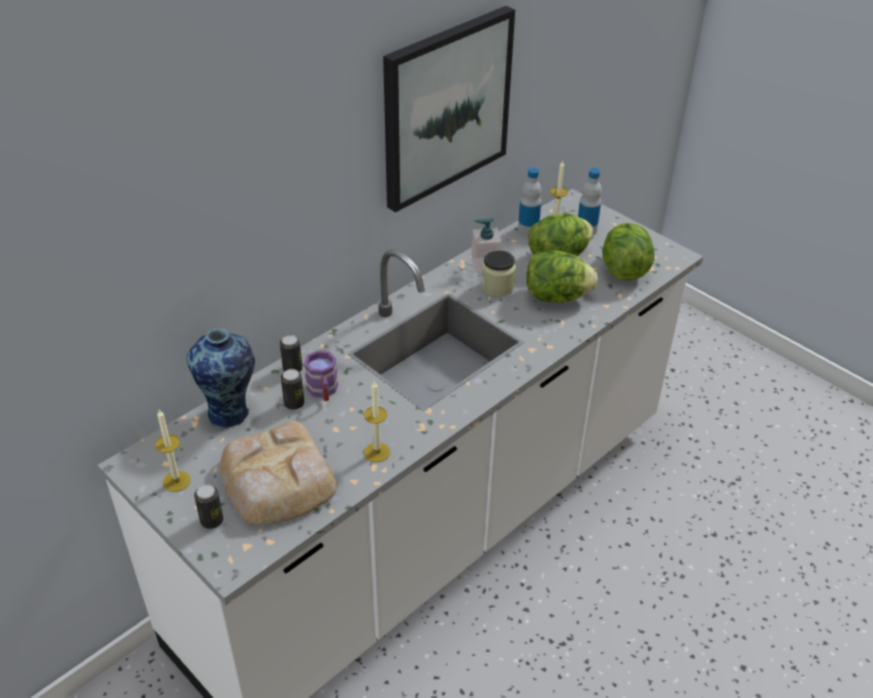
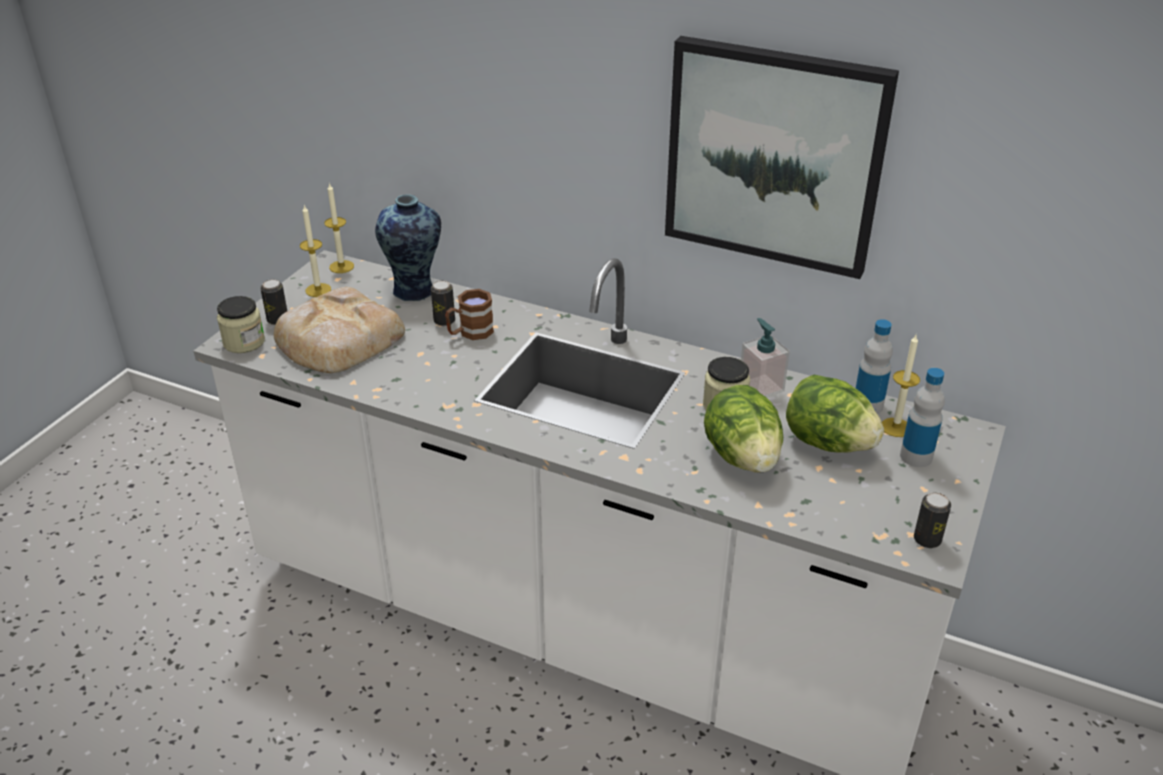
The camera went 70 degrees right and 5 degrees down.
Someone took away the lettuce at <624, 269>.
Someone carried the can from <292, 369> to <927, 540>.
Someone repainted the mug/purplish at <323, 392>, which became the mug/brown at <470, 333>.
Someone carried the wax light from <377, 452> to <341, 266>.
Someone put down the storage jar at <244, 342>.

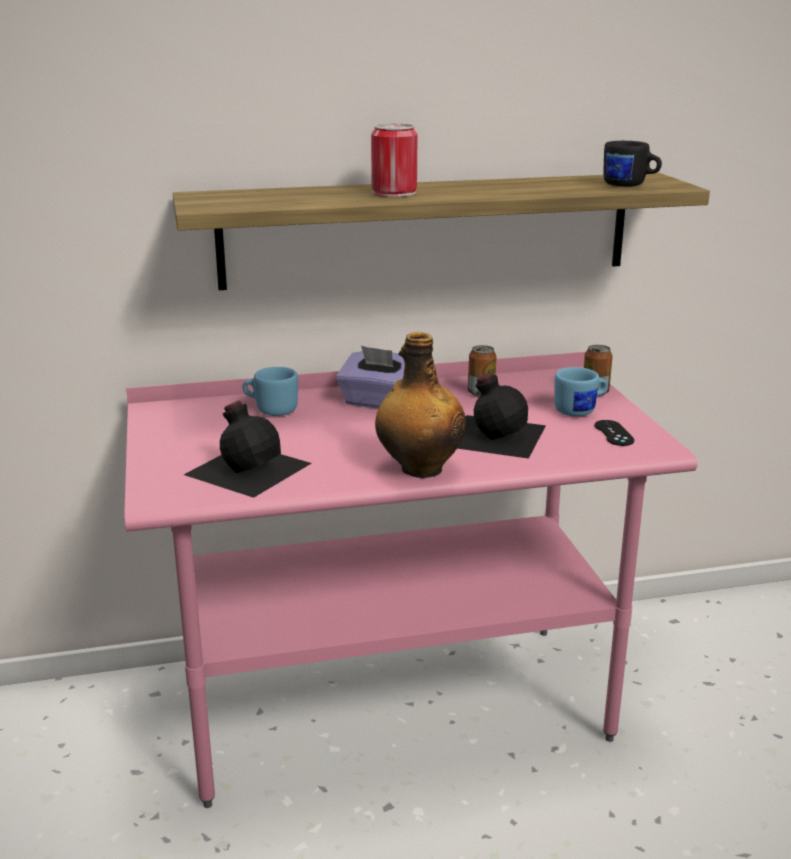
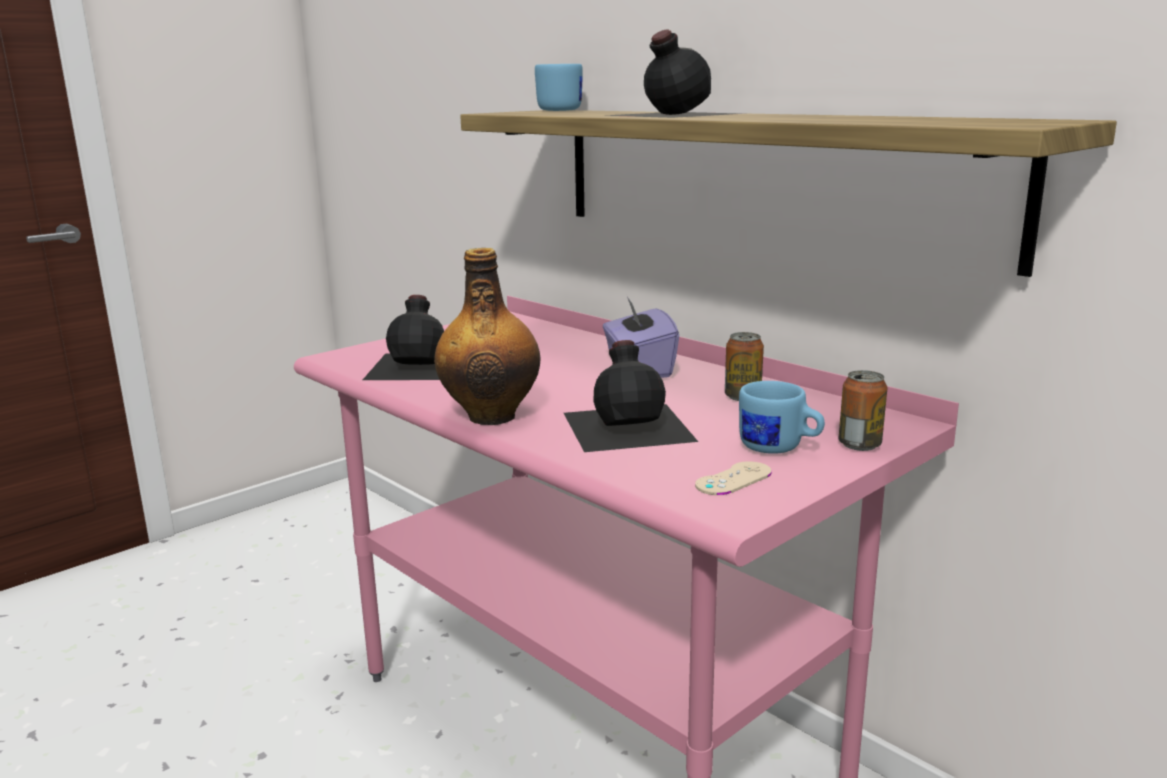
The camera went 60 degrees right and 5 degrees down.
Someone swapped the can at <394, 192> for the drink bottle/black at <670, 114>.
Someone took away the mug/black at <630, 185>.
Someone carried the mug/bluish from <271, 410> to <558, 110>.
Someone repainted the game controller/black at <614, 433>, which became the game controller/beige-coloured at <733, 479>.

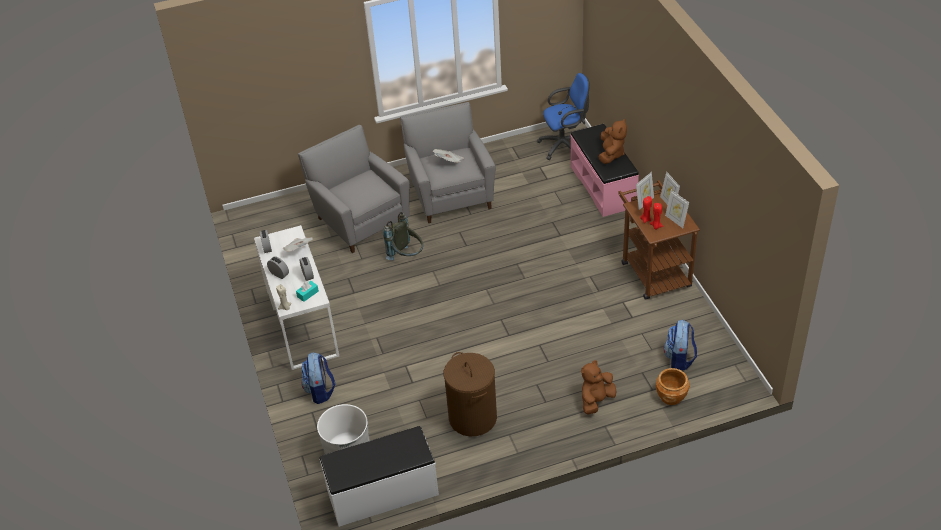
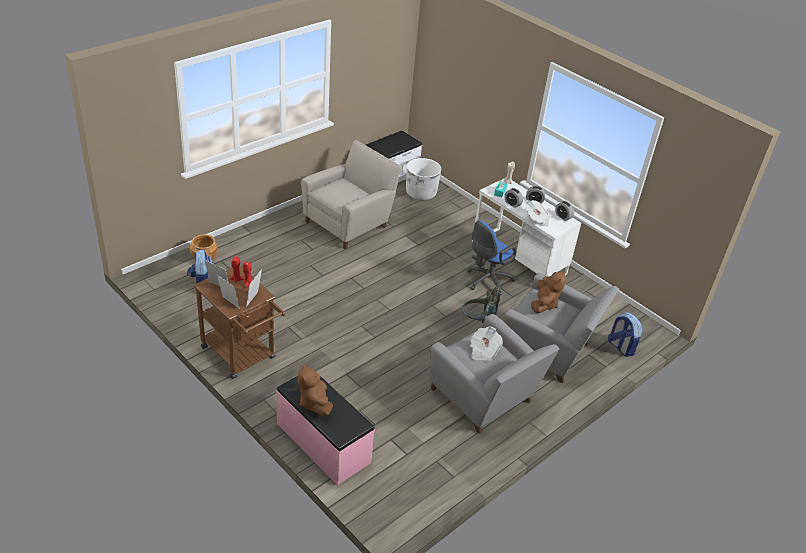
The camera went 150 degrees right and 5 degrees down.
Someone carried the computer chair/bluish from <565, 145> to <487, 281>.
Someone carried the backpack from <320, 391> to <620, 347>.
Someone swapped the washing basket/brown at <472, 417> for the lounge chair/beige-coloured at <349, 222>.
Someone carried the plush toy/brown from <596, 400> to <544, 304>.

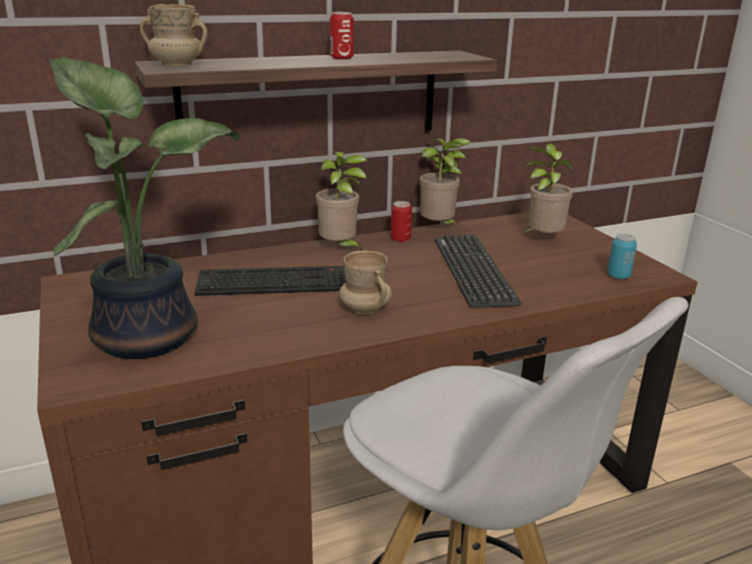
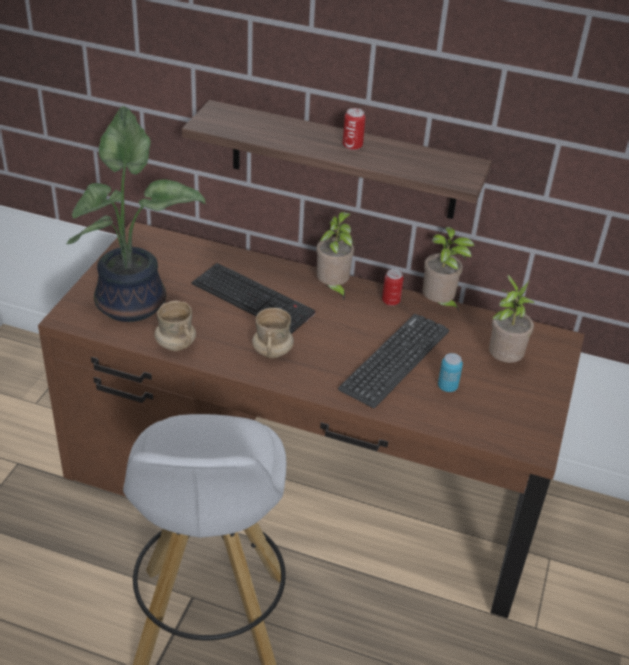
The camera went 40 degrees right and 15 degrees up.
Someone carried the mug/beige-coloured from <176, 65> to <175, 344>.
Someone carried the can from <618, 276> to <447, 387>.

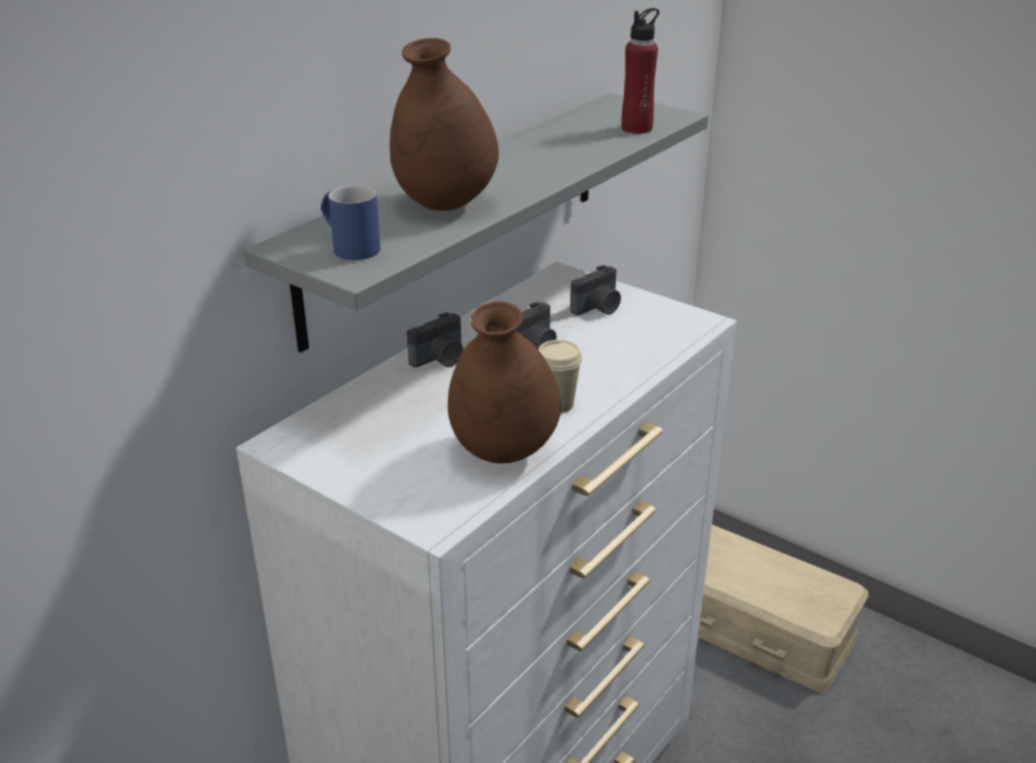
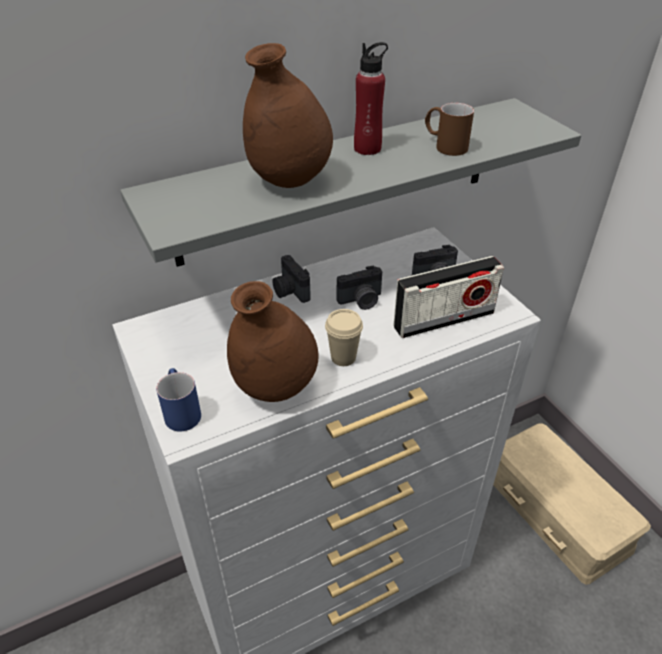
The camera went 25 degrees right and 10 degrees up.
Someone carried the drink bottle/reddish from <637, 128> to <367, 148>.
Someone carried the mug/bluish from <349, 246> to <181, 410>.
Someone rotated the still camera at <440, 359> by 75 degrees clockwise.
Someone put down the mug/brown at <444, 146>.
Someone put down the radio receiver at <443, 320>.

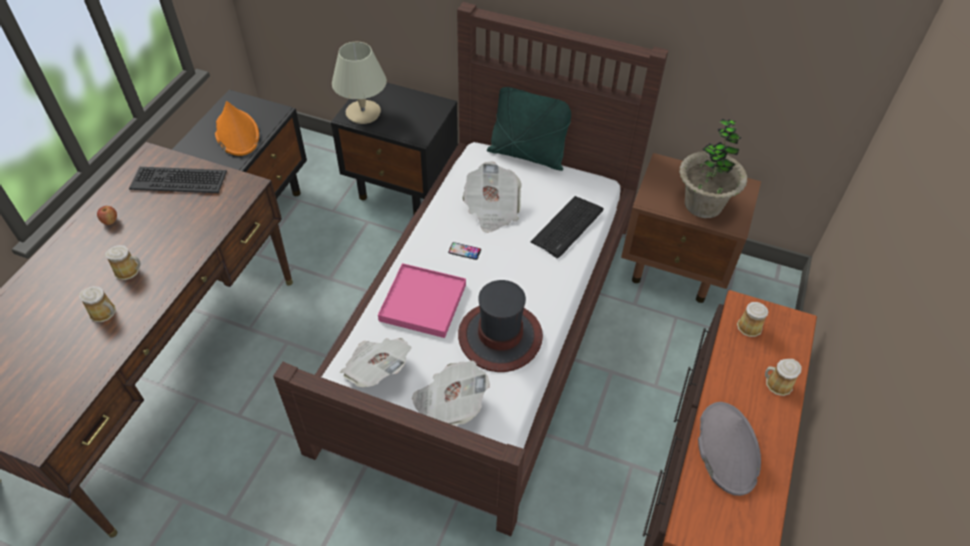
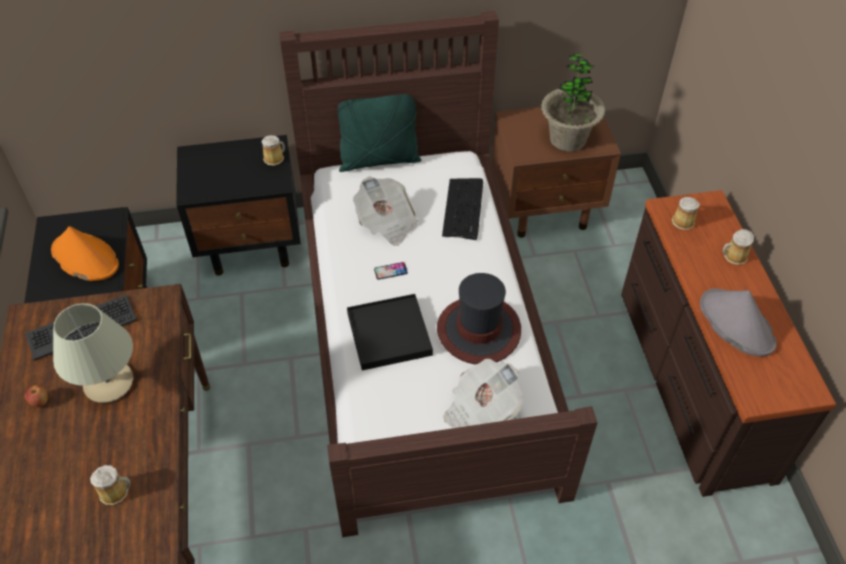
The camera went 30 degrees left and 0 degrees up.
Someone carried the tabletop lamp/beige-coloured from <363, 113> to <109, 382>.
Someone carried the mug from <129, 271> to <275, 158>.
Someone repainted the carrying tray/pinkish at <423, 302>, which became the carrying tray/black at <389, 334>.
Someone took away the daily paper at <377, 370>.

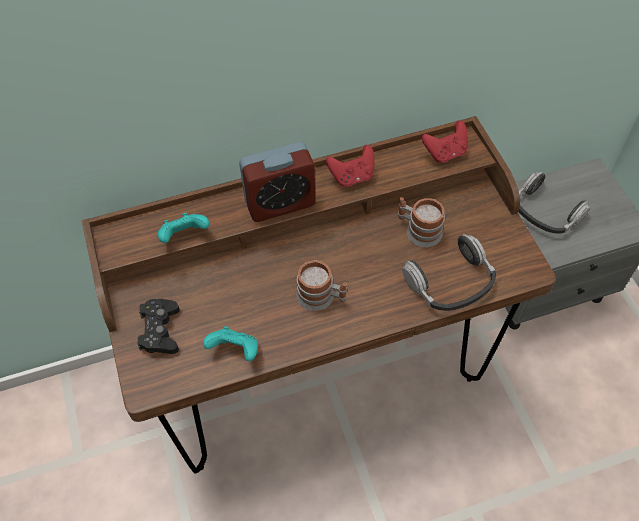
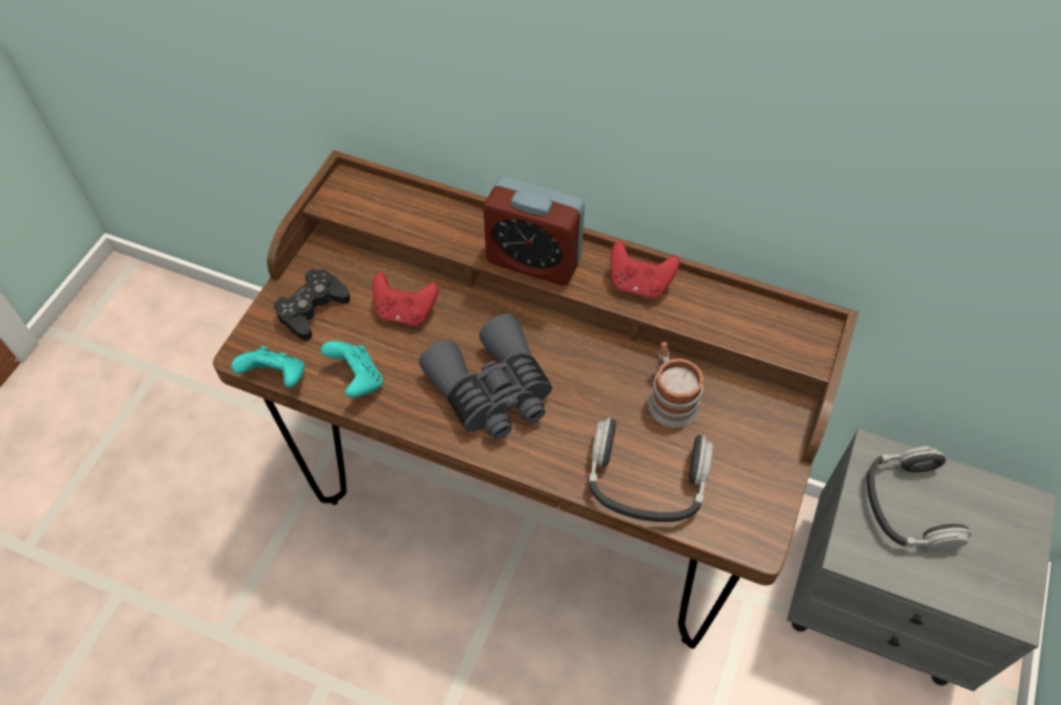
The camera went 40 degrees right and 0 degrees up.
Someone carried the game controller/reddish from <445, 153> to <405, 312>.
Someone carried the game controller/turquoise from <184, 236> to <277, 378>.
Someone swapped the mug at <321, 297> for the pair of binoculars/greyish at <492, 391>.

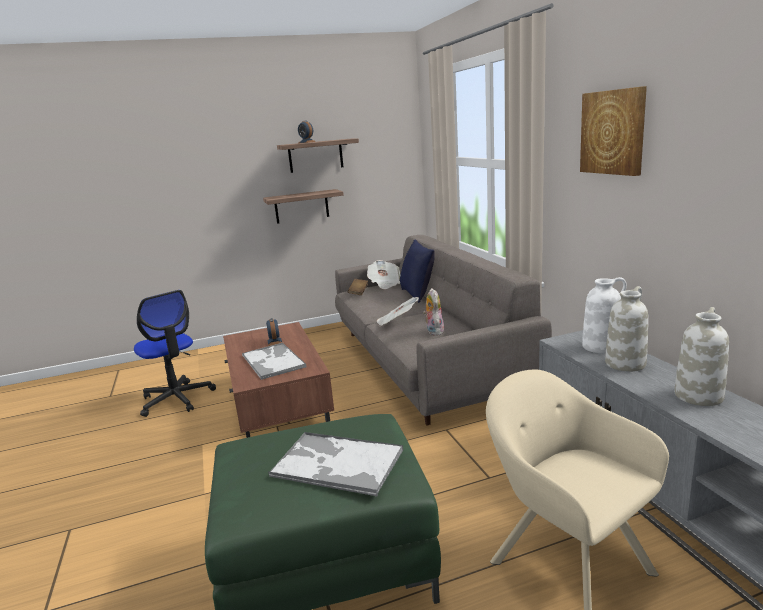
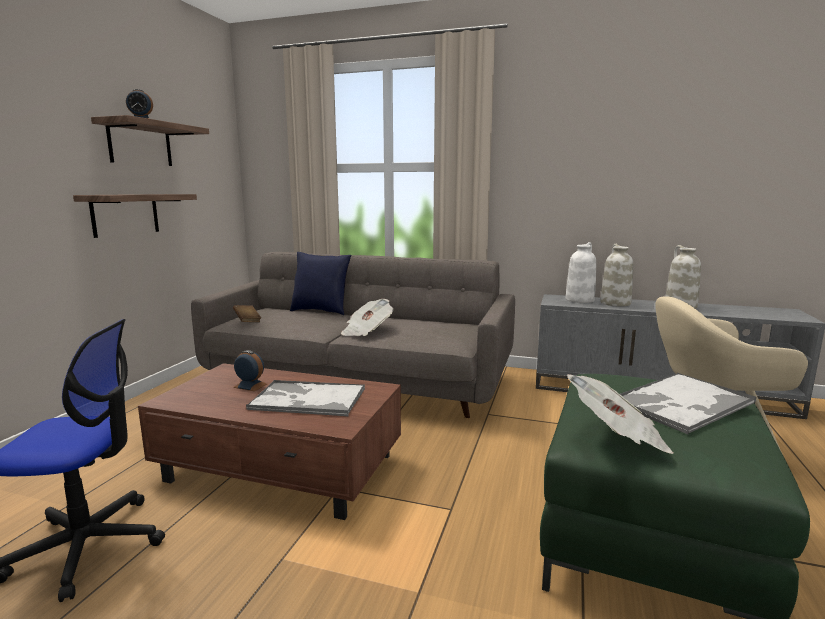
The camera went 55 degrees left and 5 degrees down.
Someone took away the wall picture at <613, 132>.
Someone carried the daily paper from <384, 284> to <617, 437>.
Someone took away the plush toy at <433, 331>.

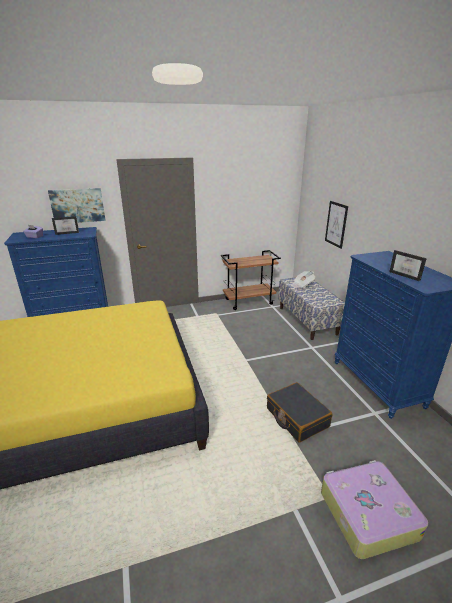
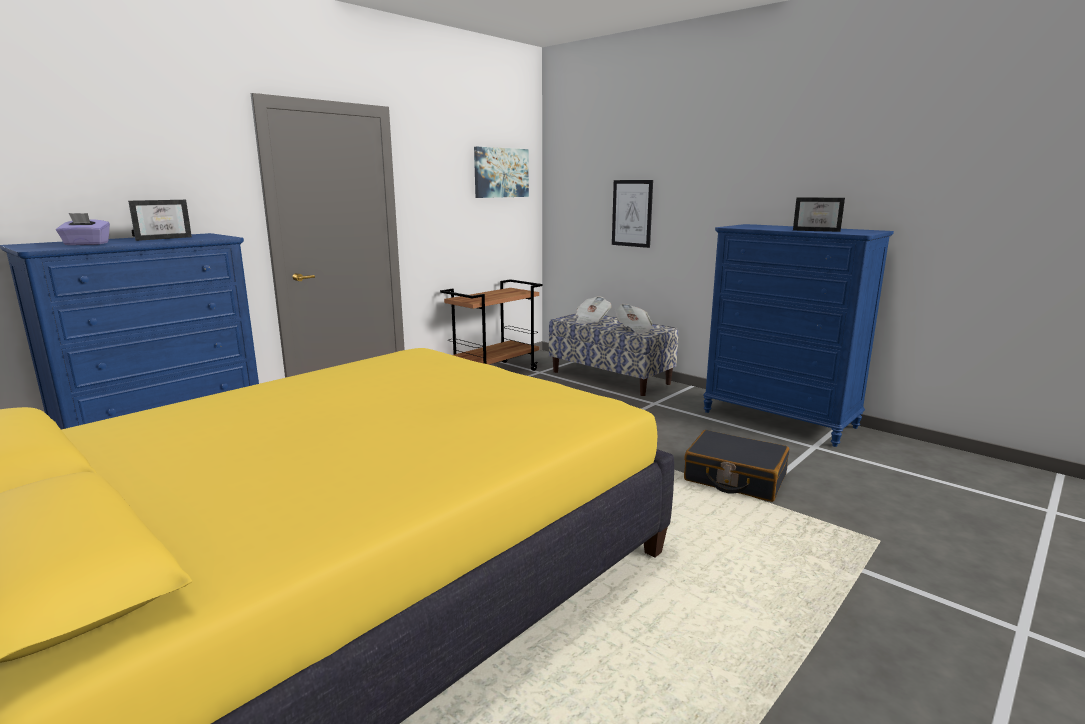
The camera went 30 degrees left and 10 degrees down.
Someone carried the wall picture from <78, 205> to <501, 172>.
Someone took away the travel case at <366, 513>.
Someone put down the daily paper at <633, 329>.

